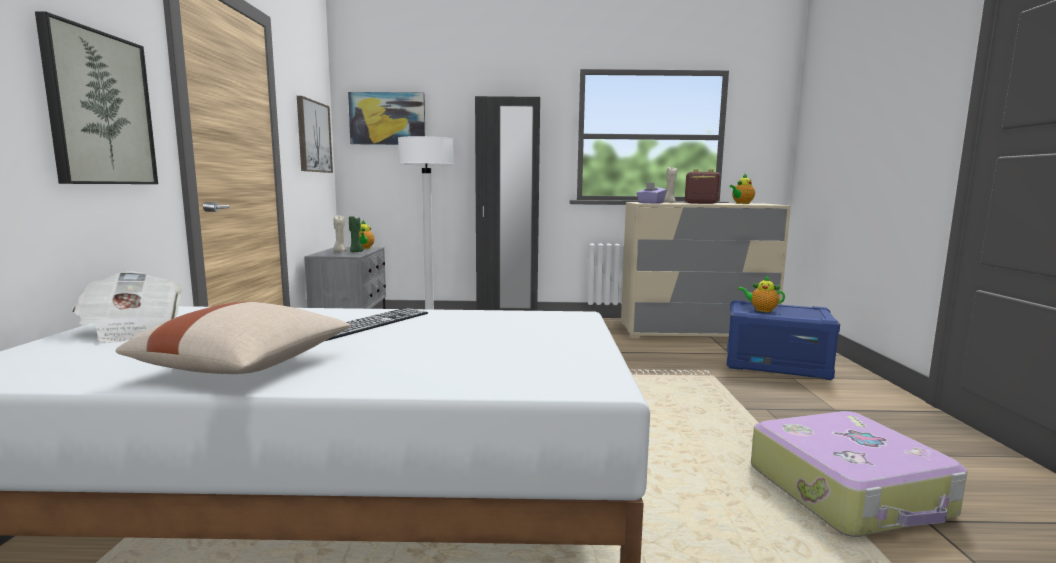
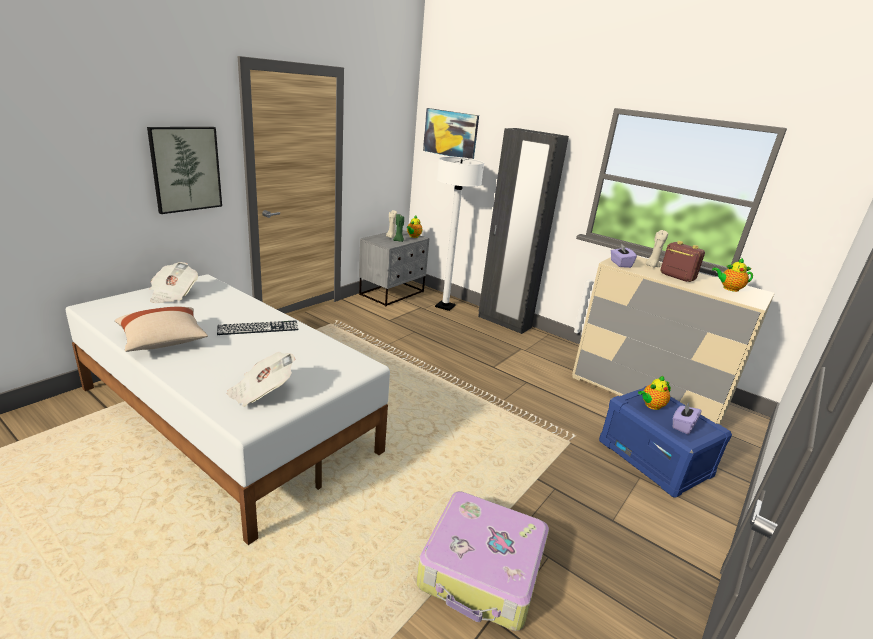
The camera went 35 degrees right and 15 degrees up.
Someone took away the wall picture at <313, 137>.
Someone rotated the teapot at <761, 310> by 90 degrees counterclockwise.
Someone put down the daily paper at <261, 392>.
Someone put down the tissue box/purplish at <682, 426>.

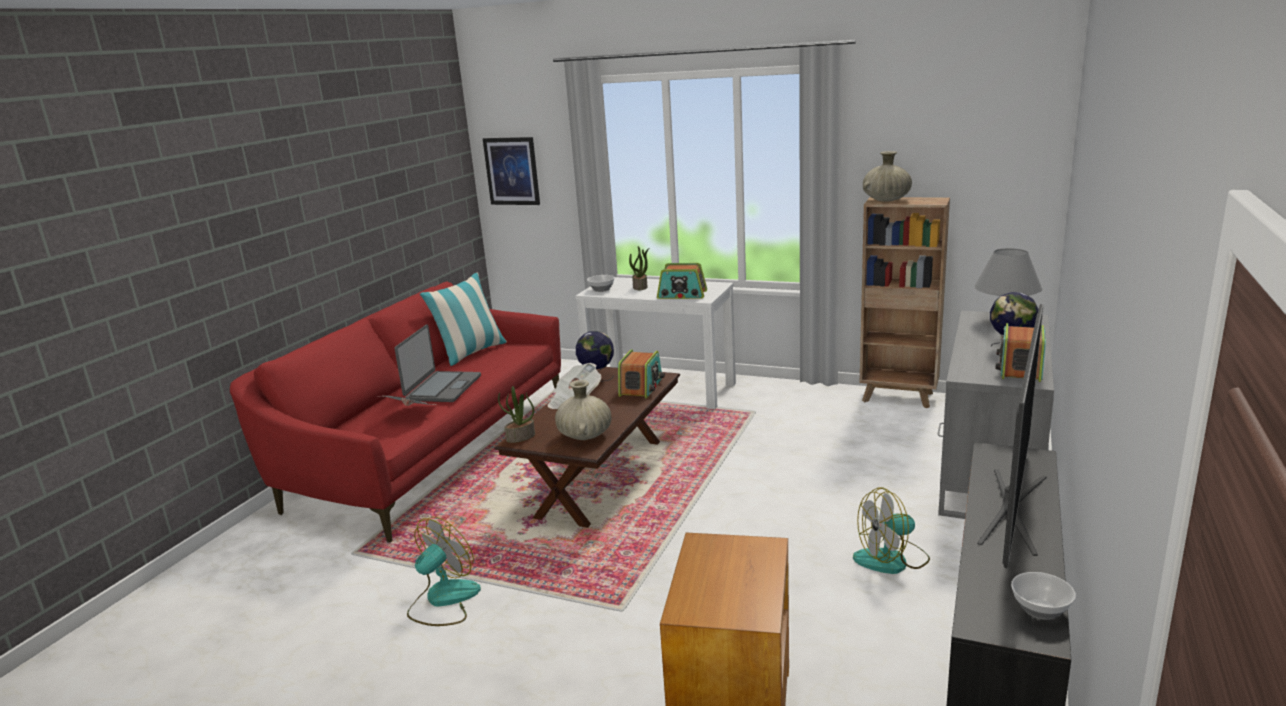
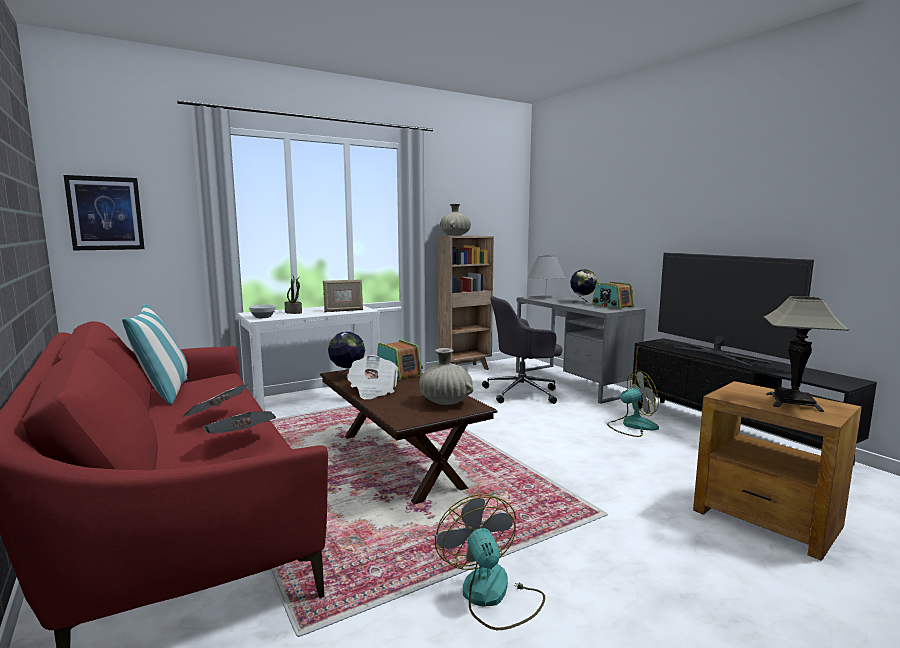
The camera went 55 degrees left and 10 degrees down.
Someone swapped the radio receiver at <682, 295> for the standing frame at <343, 311>.
Someone swapped the laptop at <442, 388> for the daily paper at <216, 417>.
Someone took away the potted plant at <520, 437>.
Someone rotated the fan at <891, 559> by 120 degrees counterclockwise.
Someone took away the serving bowl at <1041, 609>.
Someone put down the computer chair/greyish at <523, 392>.
Someone put down the tabletop lamp at <793, 402>.

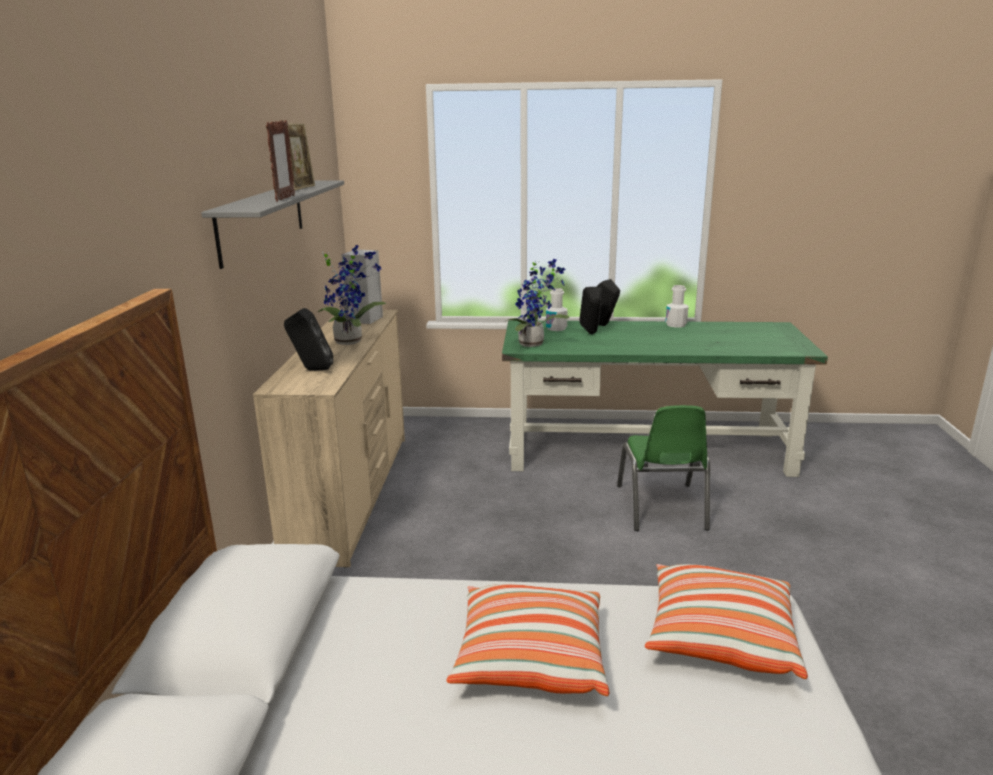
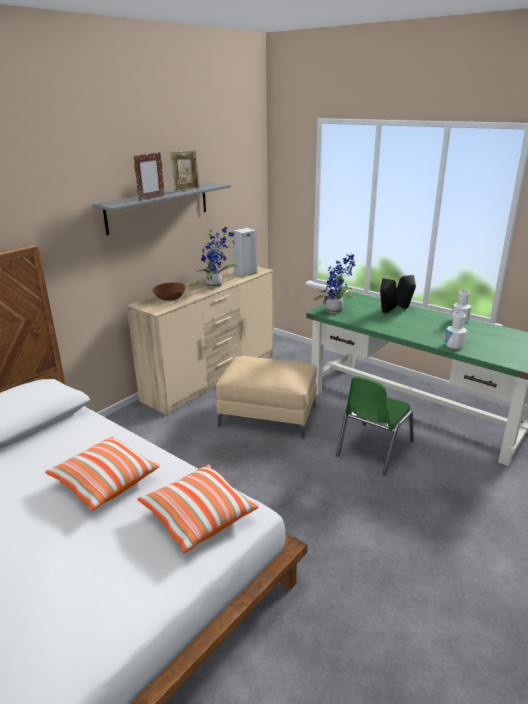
The camera went 35 degrees right and 5 degrees up.
Someone carried the drink bottle/white from <556, 328> to <454, 345>.
Someone swapped the audio speaker/black at <311, 370> for the serving bowl/brown at <170, 298>.
Someone put down the ottoman/beige-coloured at <268, 416>.

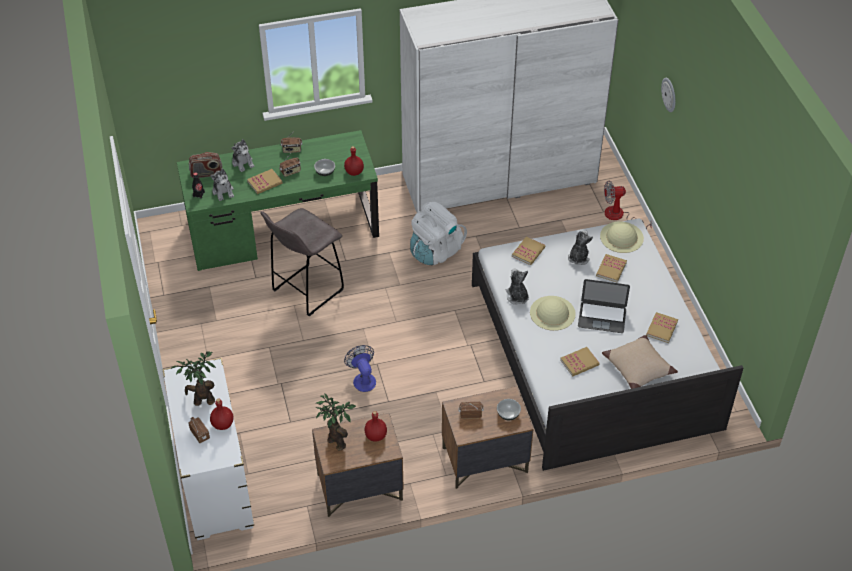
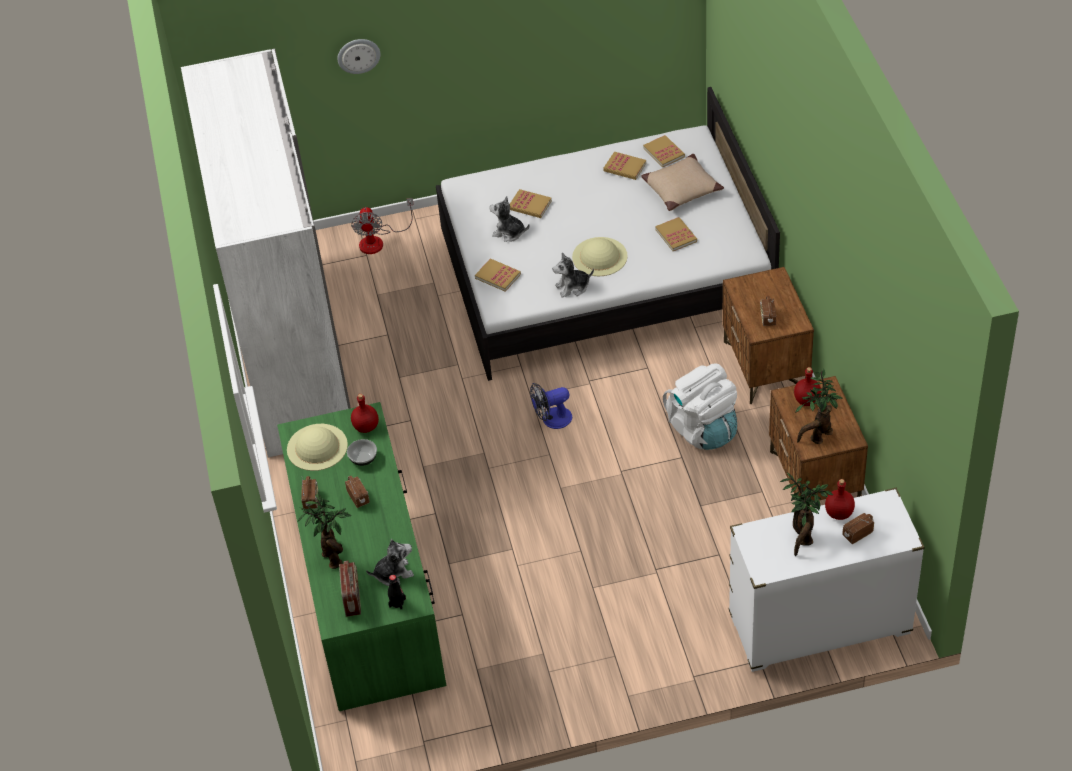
The camera went 85 degrees left and 0 degrees up.
Someone swapped the plush toy at <243, 162> for the potted plant at <332, 556>.
Someone carried the bound book from <265, 182> to <664, 152>.
Someone carried the backpack/white from <435, 251> to <703, 429>.
Someone took away the sitting stool/greyish at <306, 291>.
Someone carried the hat/beige-coloured from <621, 237> to <317, 447>.
Someone took away the laptop at <602, 317>.
Someone carried the fan from <363, 379> to <552, 420>.
Someone took away the serving bowl at <508, 414>.

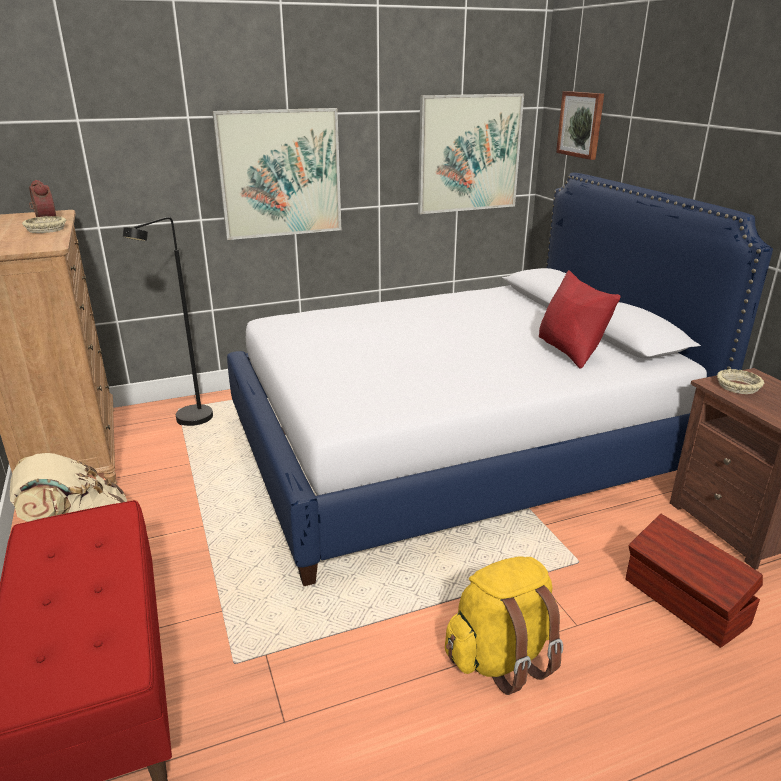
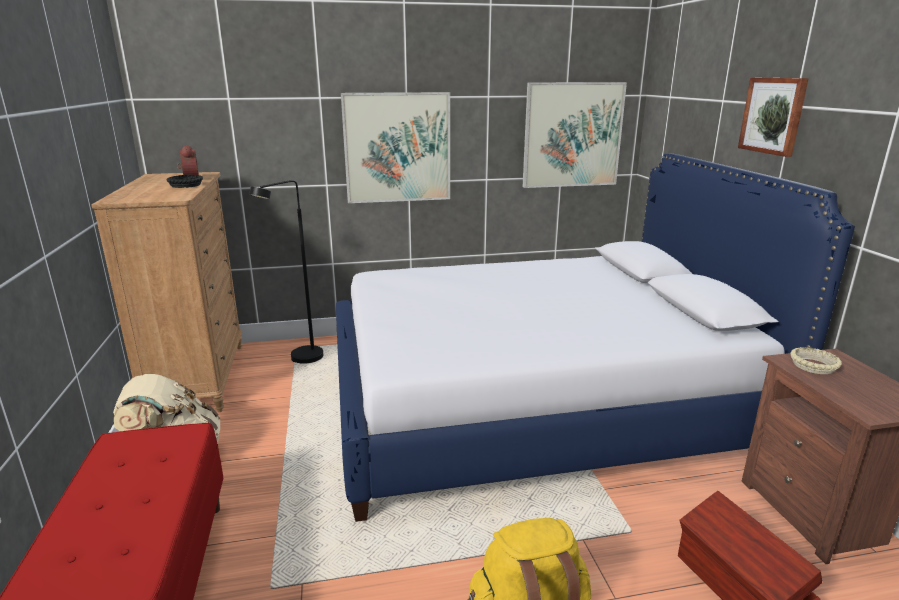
The camera went 10 degrees right and 5 degrees down.
Someone carried the wall picture from <581, 124> to <773, 115>.
Someone repainted the serving bowl/beige-coloured at <46, 229>, which became the serving bowl/black at <186, 185>.
Someone took away the cushion/reddish at <570, 351>.

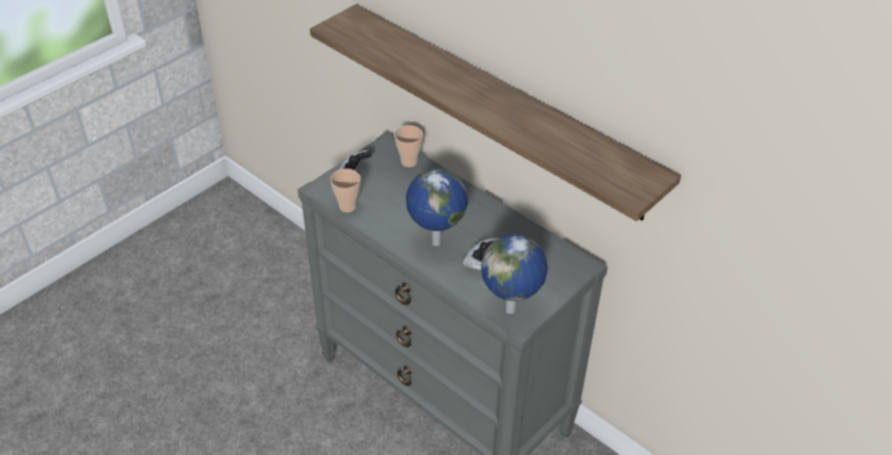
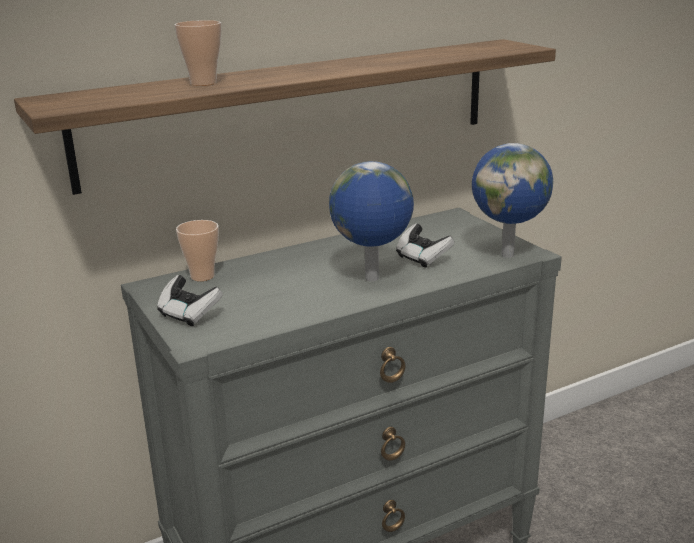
The camera went 70 degrees left and 20 degrees down.
Someone carried the small cup from <347, 206> to <203, 83>.

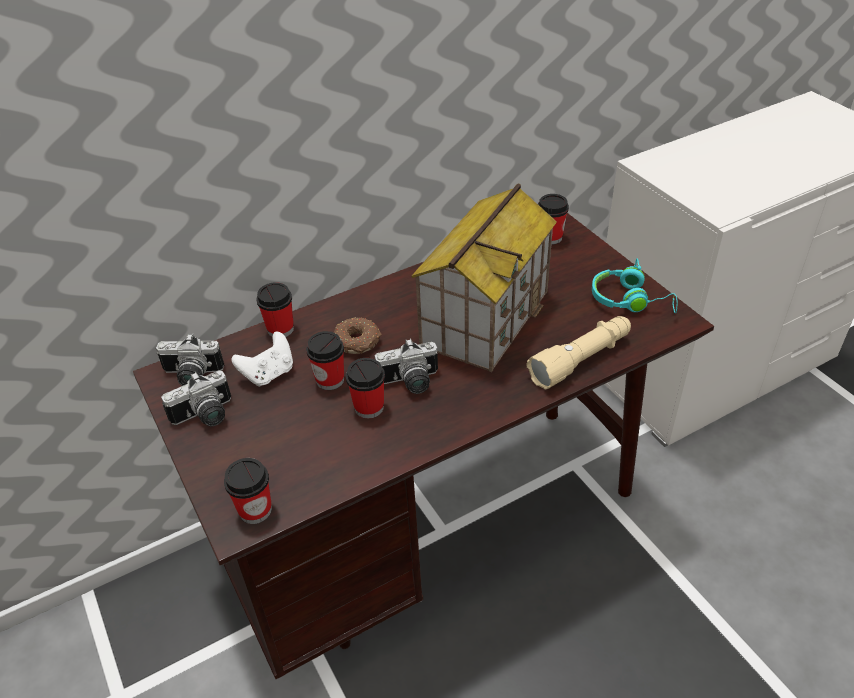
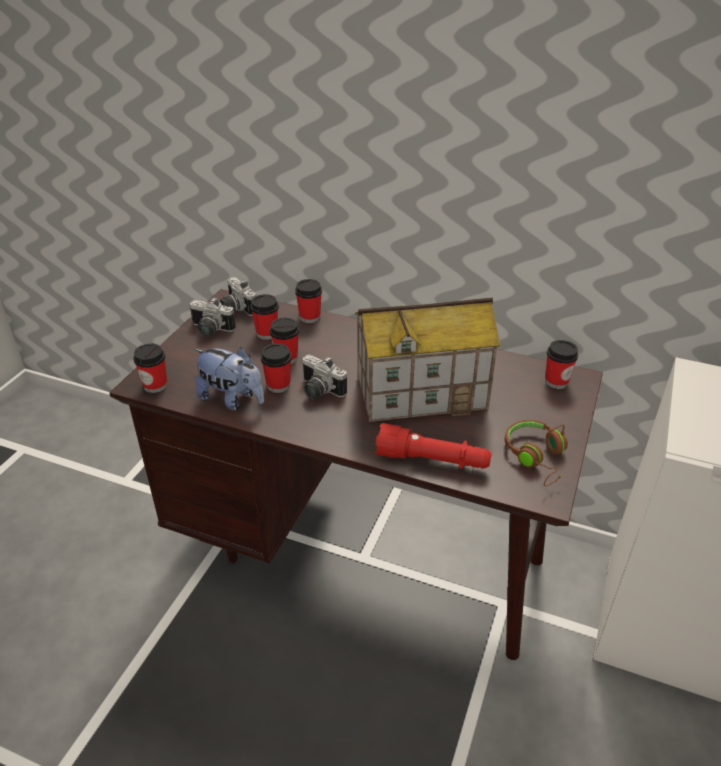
The camera went 50 degrees right and 5 degrees down.
Someone repainted the headphones/turquoise at <630, 300>, which became the headphones/brown at <537, 457>.
Someone repainted the hand torch/beige-coloured at <581, 360>, which became the hand torch/reddish at <432, 460>.
Someone took away the donut at <358, 342>.
Someone swapped the game controller/white at <269, 374> for the small cup at <267, 333>.
Someone put down the plush toy at <232, 399>.

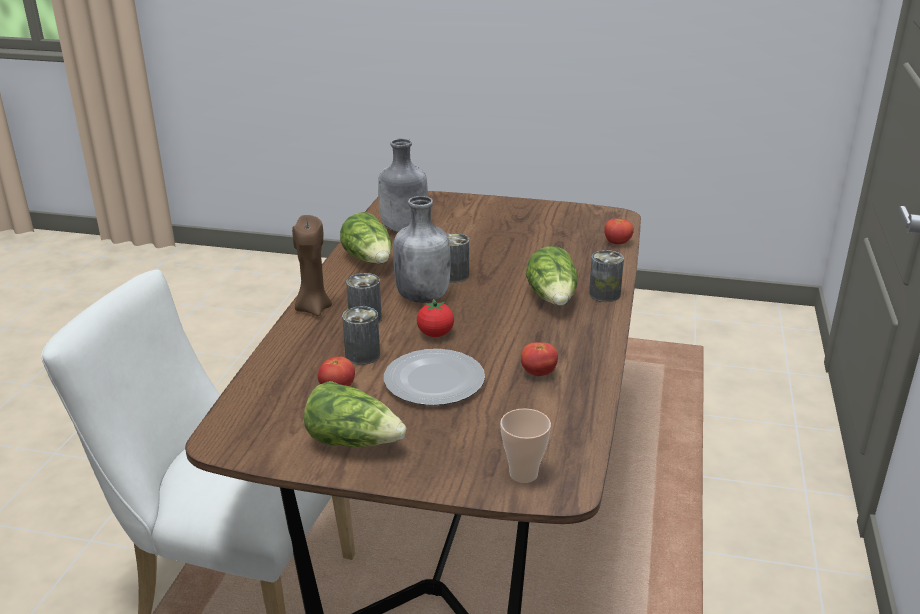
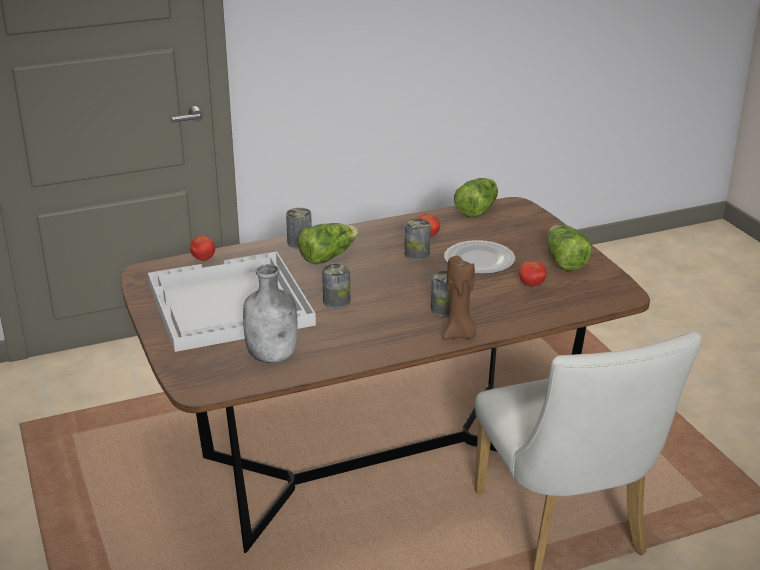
The camera went 125 degrees left and 0 degrees up.
Someone took away the drink bottle/greyish at <423, 296>.
Someone carried the lettuce from <370, 260> to <477, 210>.
Someone took away the whole tomato at <435, 334>.
Someone carried the can from <362, 355> to <417, 254>.
Someone took away the small cup at <523, 474>.
Someone put down the carrying tray/white at <228, 305>.

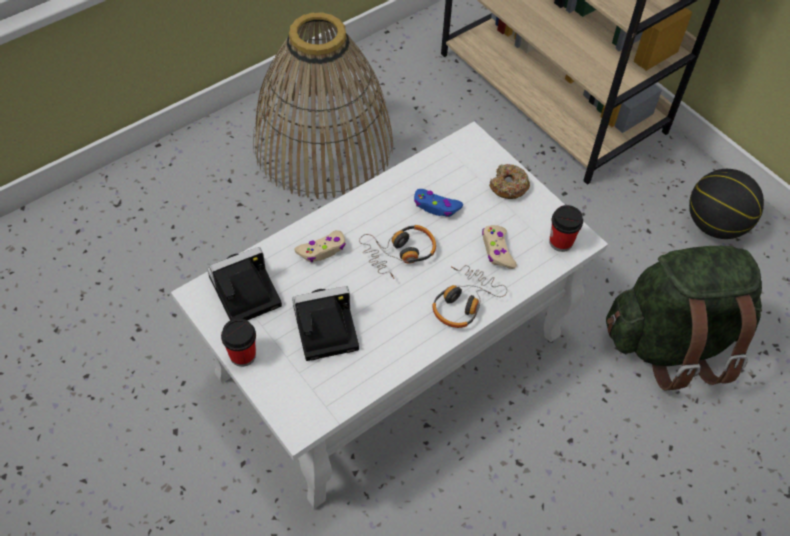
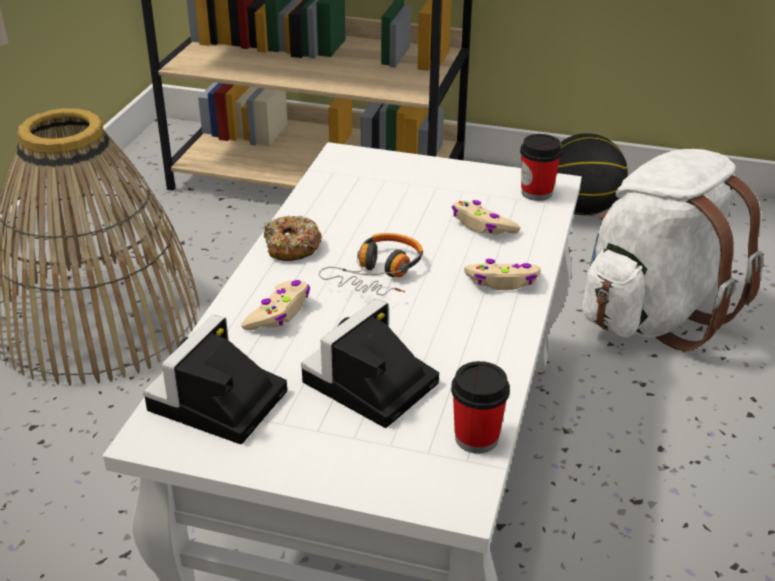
The camera went 35 degrees left and 20 degrees down.
Someone carried the donut from <508, 186> to <291, 247>.
Someone took away the game controller/bluish at <436, 207>.
Someone repainted the backpack/green at <672, 343>, which became the backpack/white at <652, 314>.
Someone swapped the headphones at <464, 302> for the game controller/beige-coloured at <503, 282>.
Someone carried the small cup from <242, 355> to <476, 438>.

